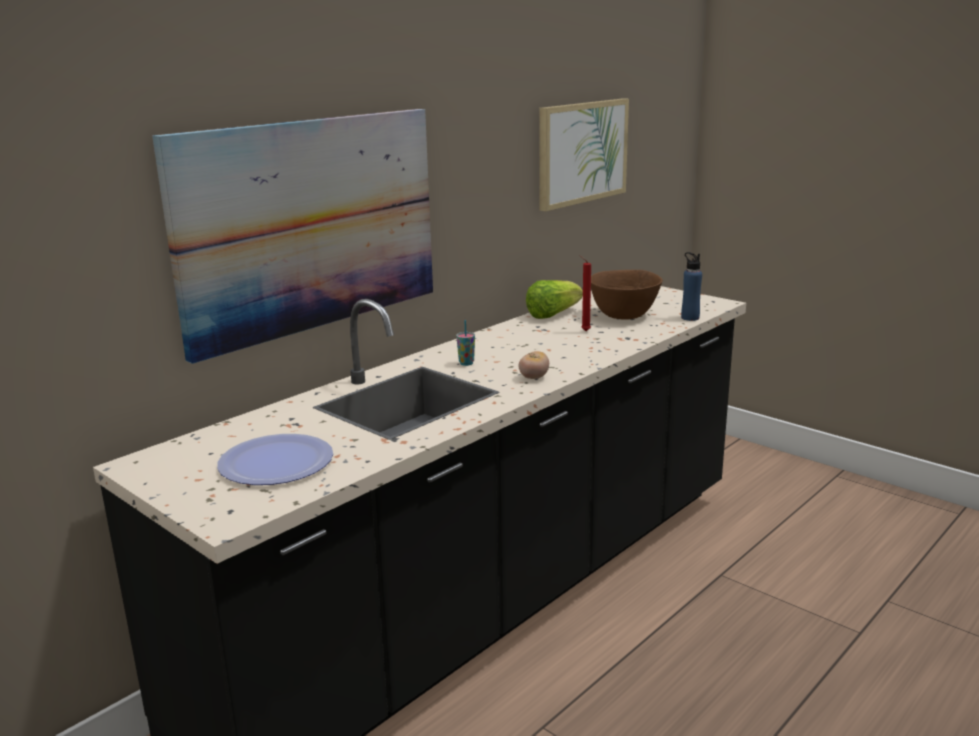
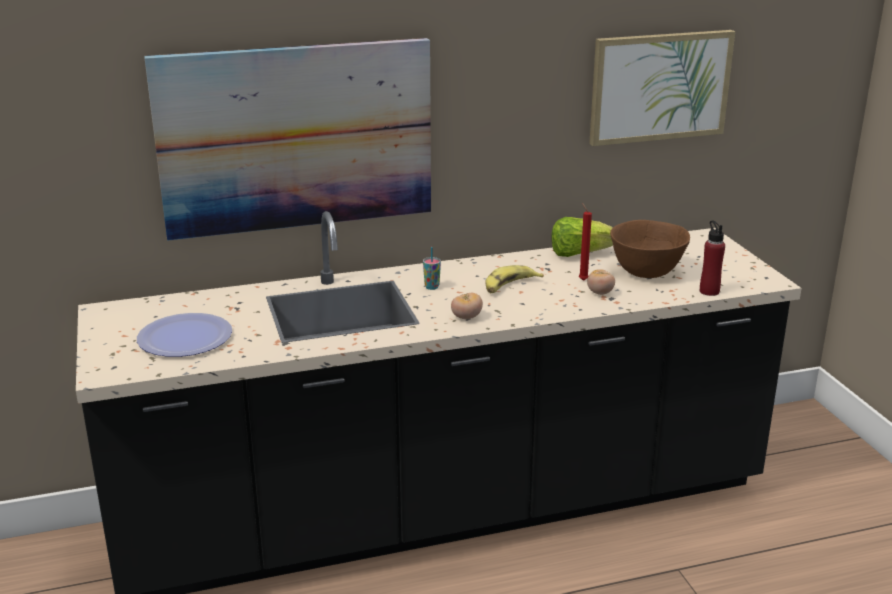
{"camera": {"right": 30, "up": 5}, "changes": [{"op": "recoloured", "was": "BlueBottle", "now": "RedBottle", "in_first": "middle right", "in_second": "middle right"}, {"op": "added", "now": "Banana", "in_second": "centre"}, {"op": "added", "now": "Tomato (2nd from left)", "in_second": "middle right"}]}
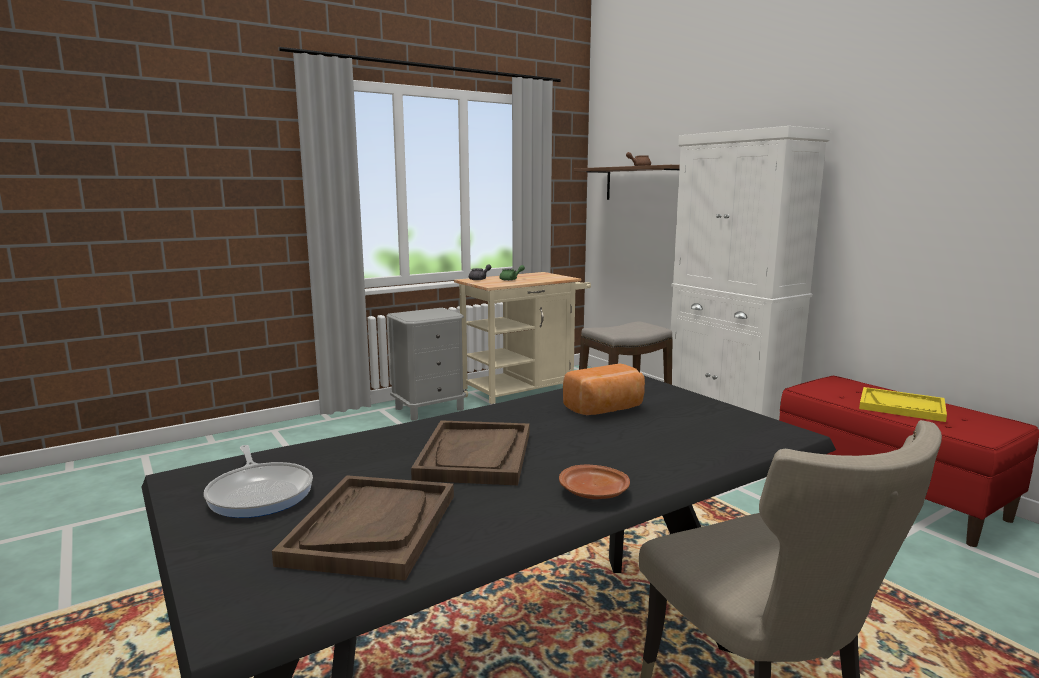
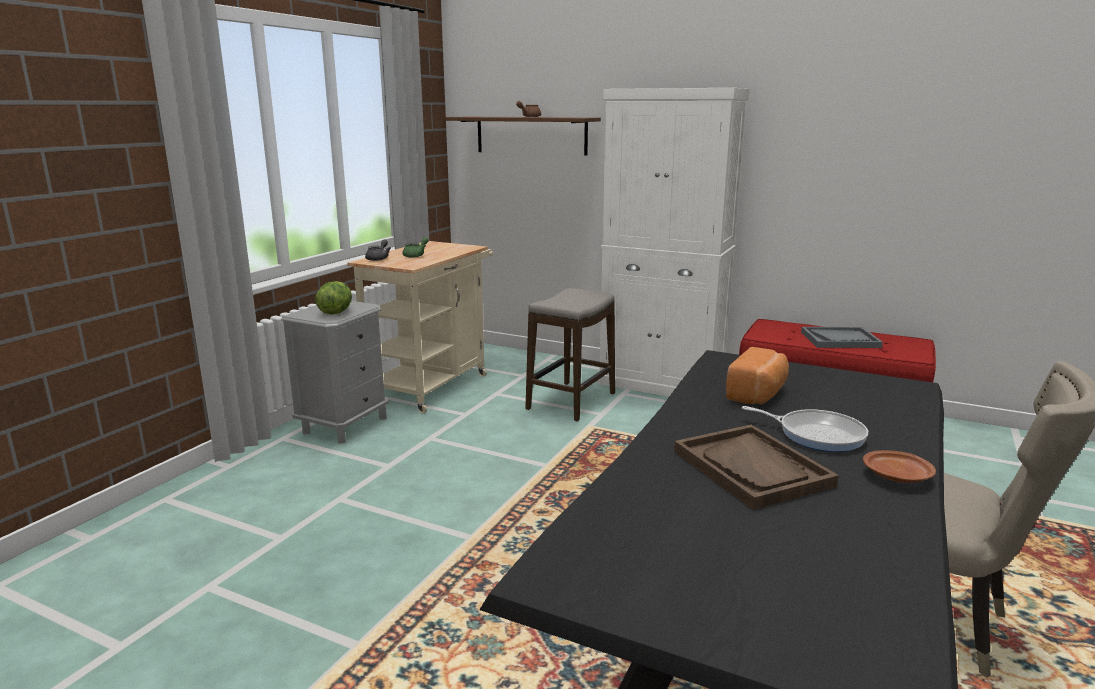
{"camera": {"right": -30, "up": 5}, "changes": [{"op": "moved", "was": "FryingPan", "in_first": "bottom left", "in_second": "middle right"}, {"op": "removed", "was": "BrownTray (1st from left)", "in_first": "bottom centre"}, {"op": "recoloured", "was": "YellowTray", "now": "GreyTray", "in_first": "middle right", "in_second": "middle right"}, {"op": "added", "now": "Lettuce", "in_second": "middle left"}]}
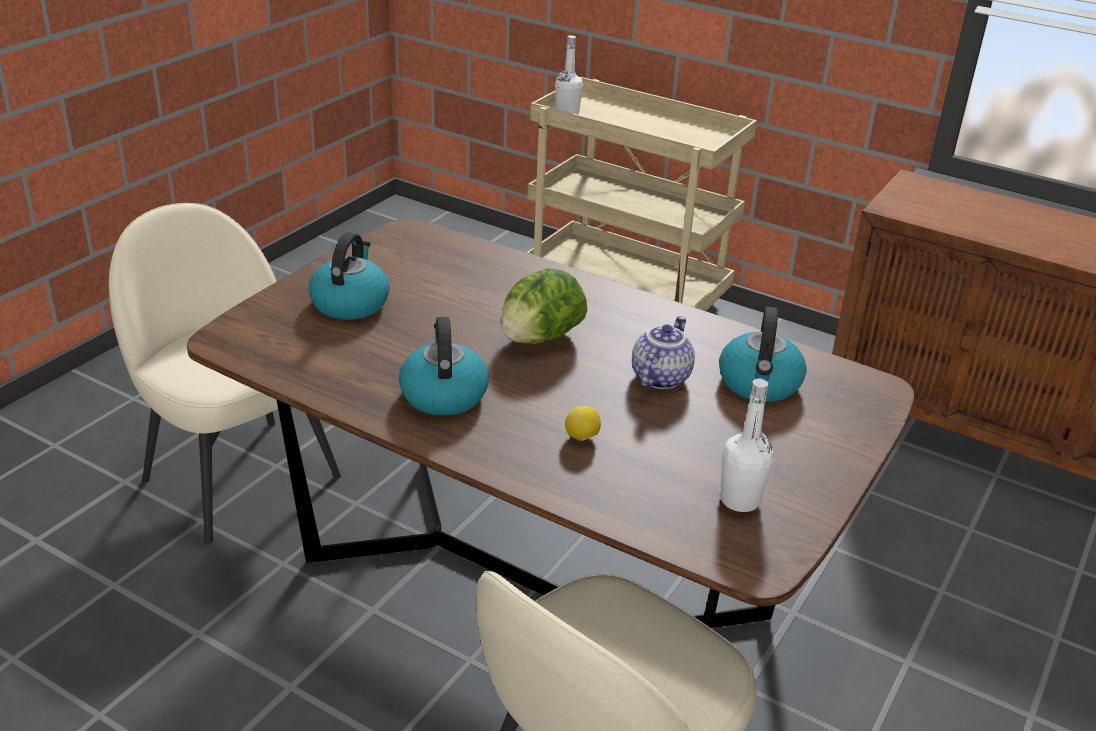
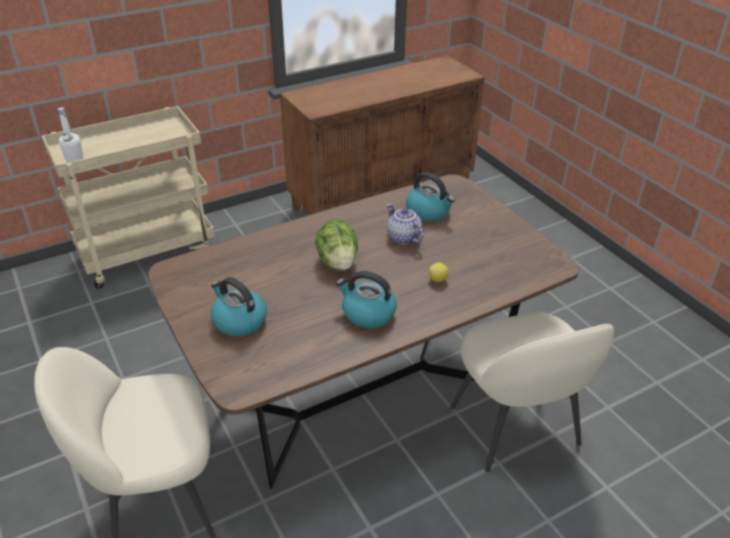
{"camera": {"right": -60, "up": 5}, "changes": [{"op": "removed", "was": "WhiteBottle (2nd from left)", "in_first": "middle right"}]}
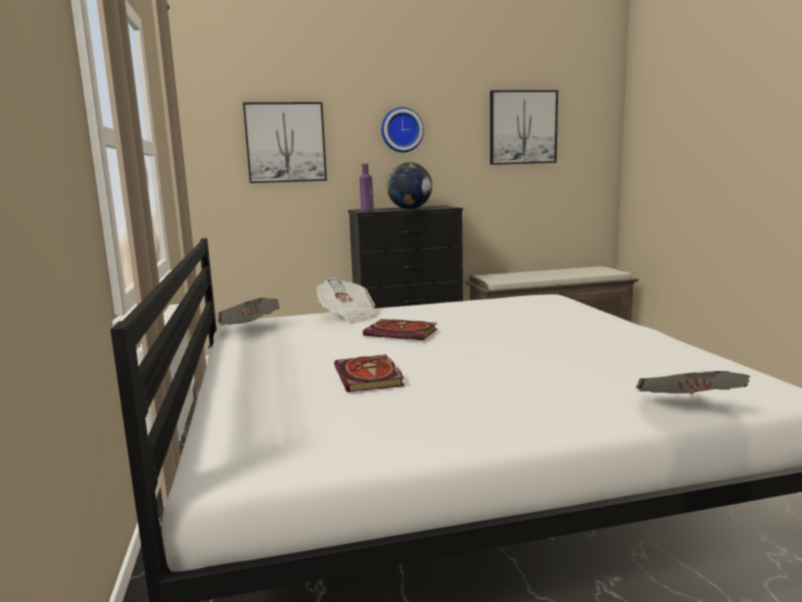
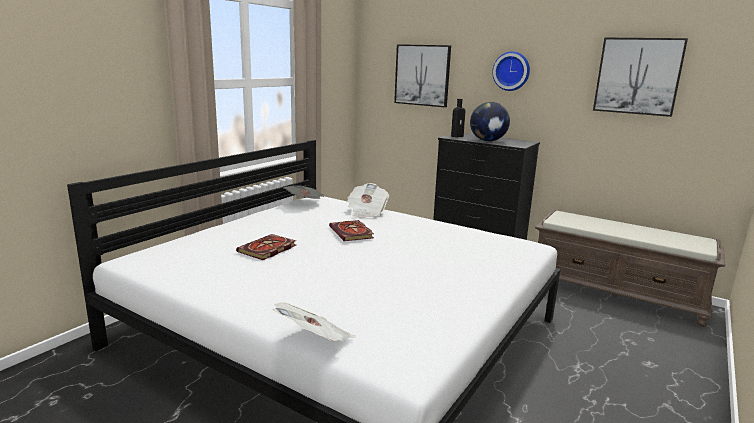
{"camera": {"right": 45, "up": 5}, "changes": [{"op": "recoloured", "was": "PurpleBottle", "now": "BlackBottle", "in_first": "top centre", "in_second": "top centre"}]}
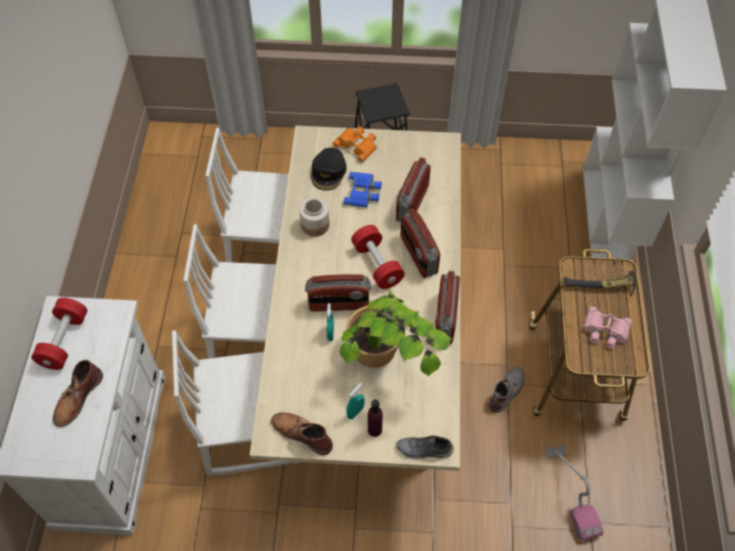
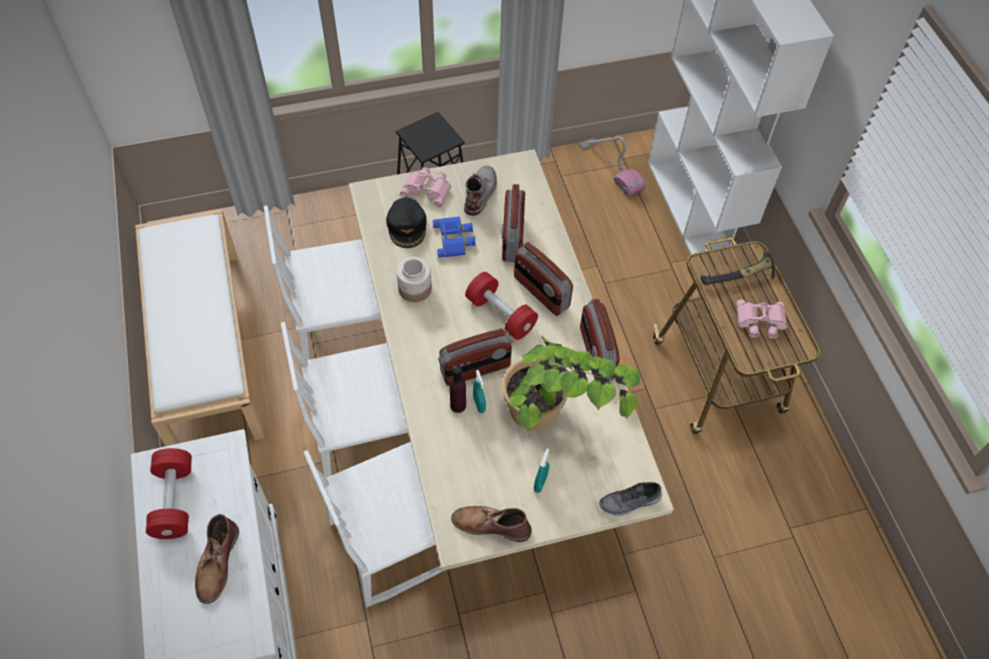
{"camera": {"right": -20, "up": 0}, "changes": [{"op": "recoloured", "was": "OrangeBinoculars", "now": "PinkBinoculars (1st from left)", "in_first": "top centre", "in_second": "top centre"}, {"op": "moved", "was": "PurpleBottle", "in_first": "bottom centre", "in_second": "centre"}, {"op": "moved", "was": "GreyBoot", "in_first": "bottom right", "in_second": "top centre"}, {"op": "moved", "was": "VacuumCleaner", "in_first": "bottom right", "in_second": "top centre"}, {"op": "added", "now": "WhiteBench", "in_second": "middle left"}]}
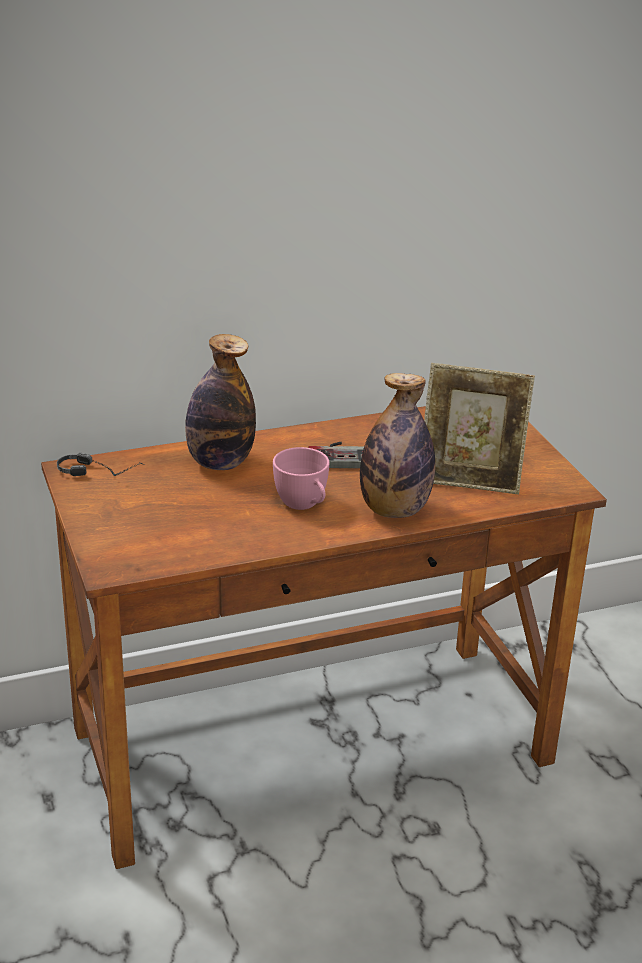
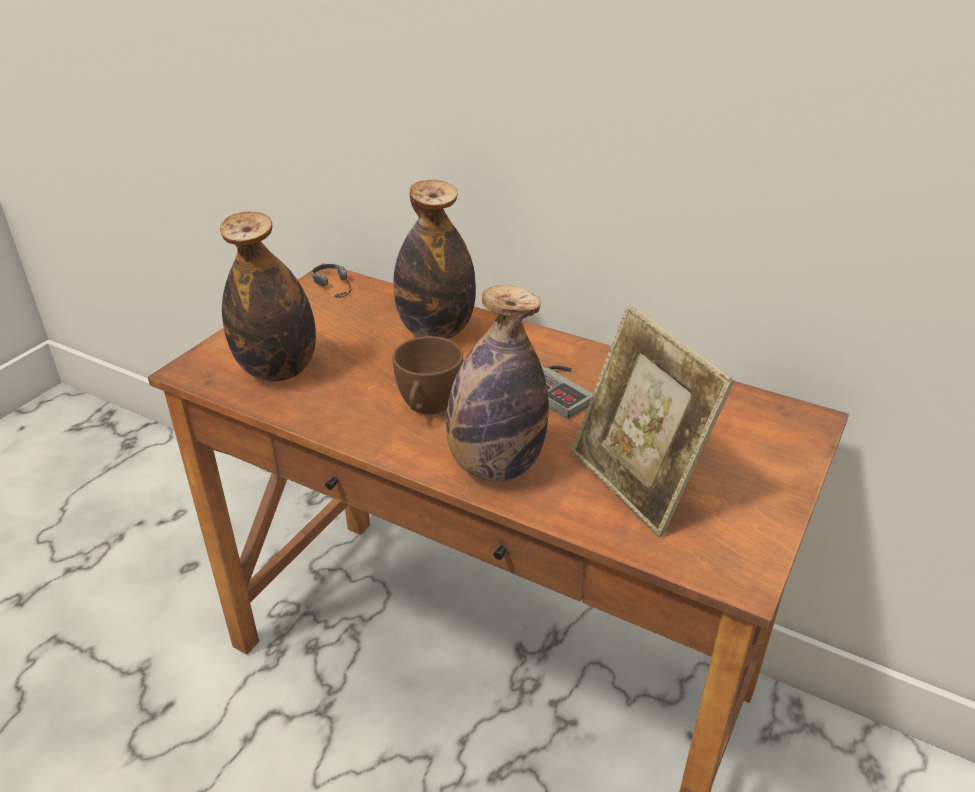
{"camera": {"right": 50, "up": 5}, "changes": [{"op": "recoloured", "was": "PinkCup", "now": "BrownCup", "in_first": "centre", "in_second": "centre"}, {"op": "added", "now": "Bottle (1st from left)", "in_second": "middle left"}]}
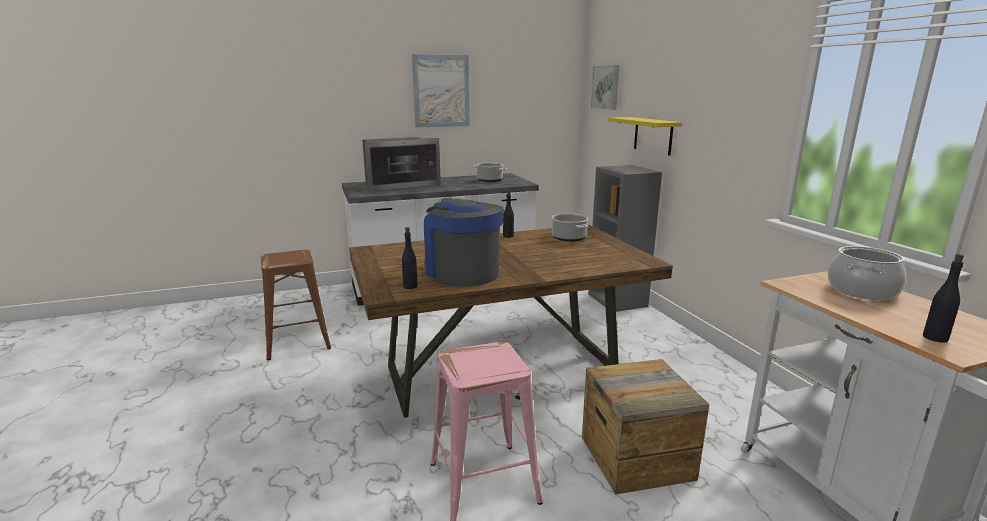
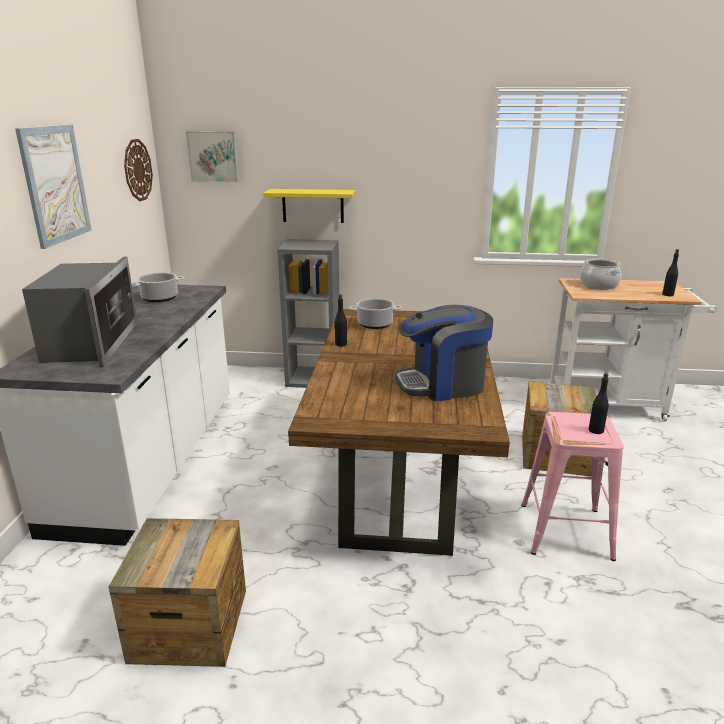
{"camera": {"right": -65, "up": 5}, "changes": [{"op": "replaced", "was": "BrownStool", "now": "Crate (1st from left)", "in_first": "middle left", "in_second": "bottom left"}, {"op": "moved", "was": "BlackBottle (1st from left in the first image)", "now": "BlackBottle (2nd from left)", "in_first": "centre", "in_second": "middle right"}, {"op": "added", "now": "WallClock", "in_second": "top left"}]}
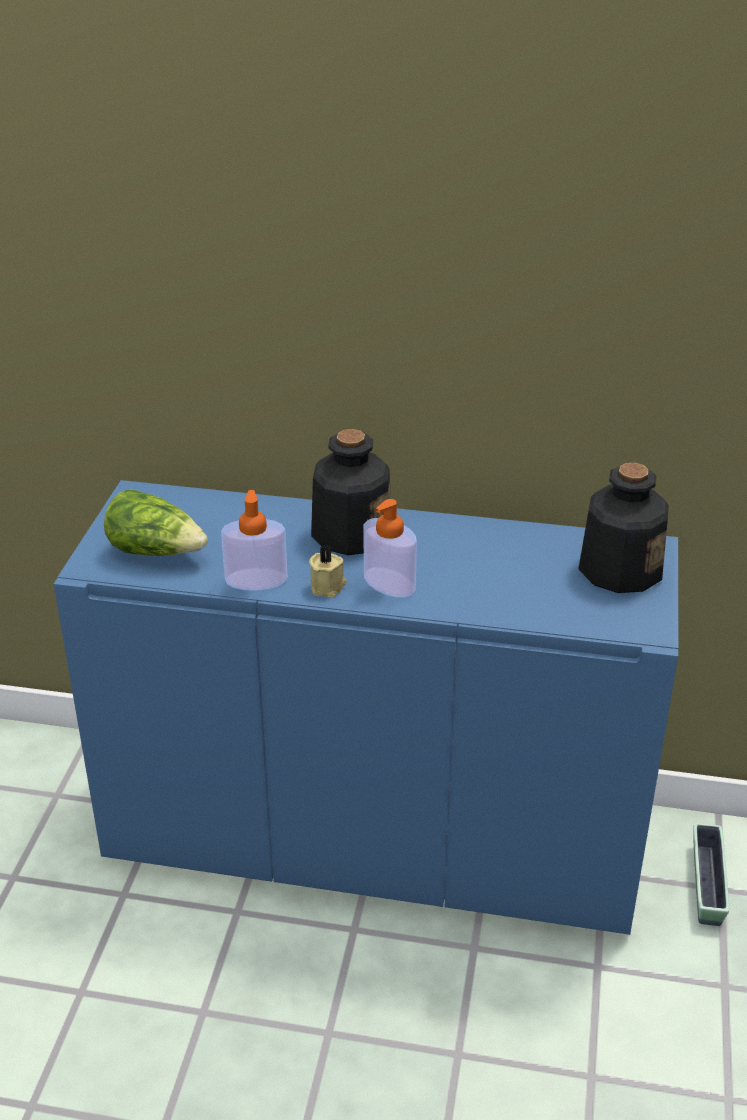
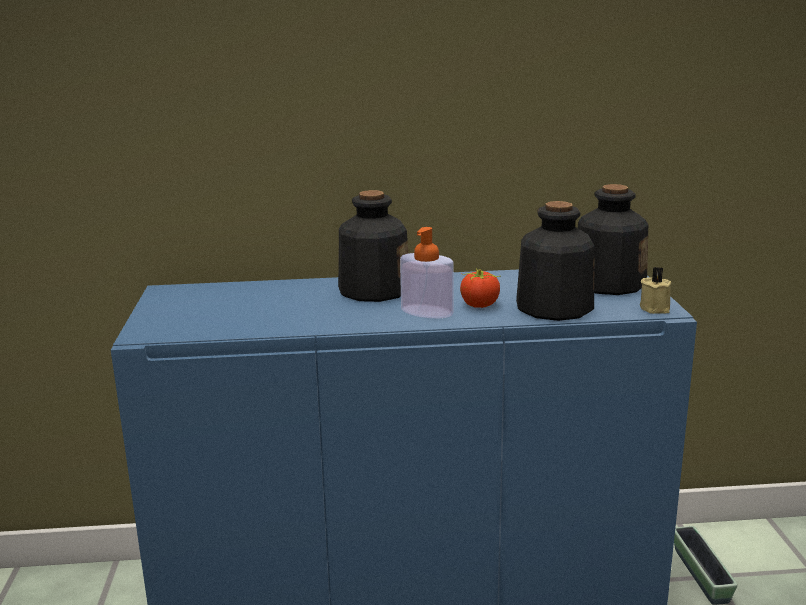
{"camera": {"right": -15, "up": -15}, "changes": [{"op": "removed", "was": "Lettuce", "in_first": "middle left"}, {"op": "removed", "was": "SoapDispenser (1st from left)", "in_first": "centre"}, {"op": "moved", "was": "BeigeCandle", "in_first": "centre", "in_second": "middle right"}, {"op": "added", "now": "Tomato", "in_second": "centre"}, {"op": "added", "now": "Bottle (2nd from left)", "in_second": "middle right"}]}
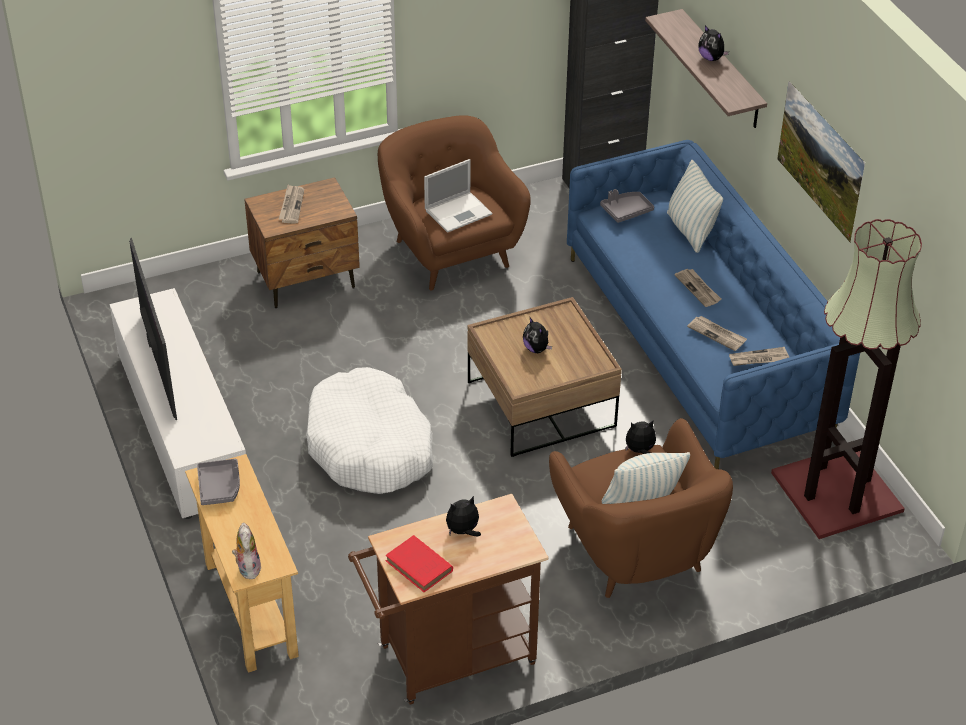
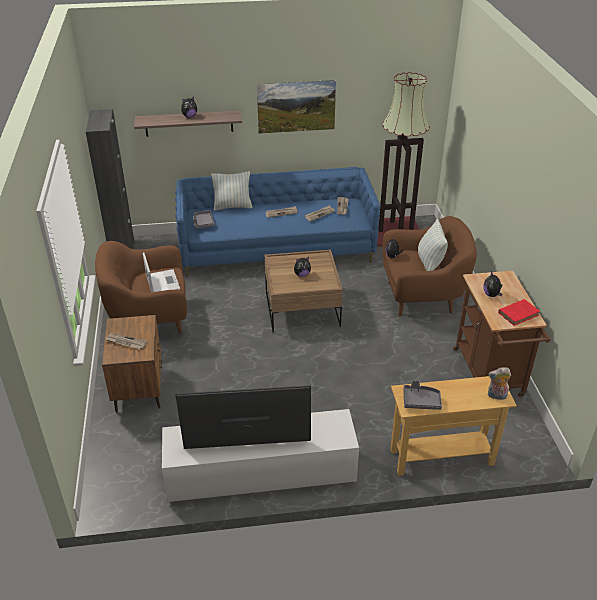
{"camera": {"right": -75, "up": -5}, "changes": [{"op": "removed", "was": "WhiteDogBed", "in_first": "centre"}]}
